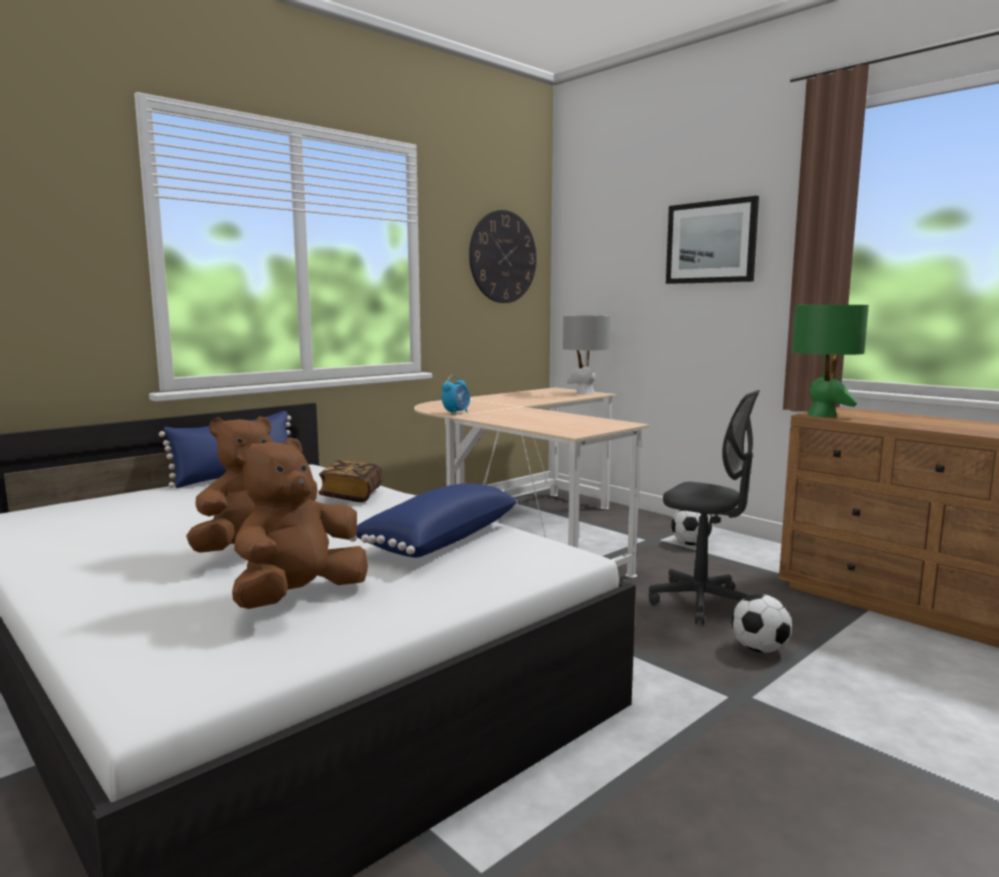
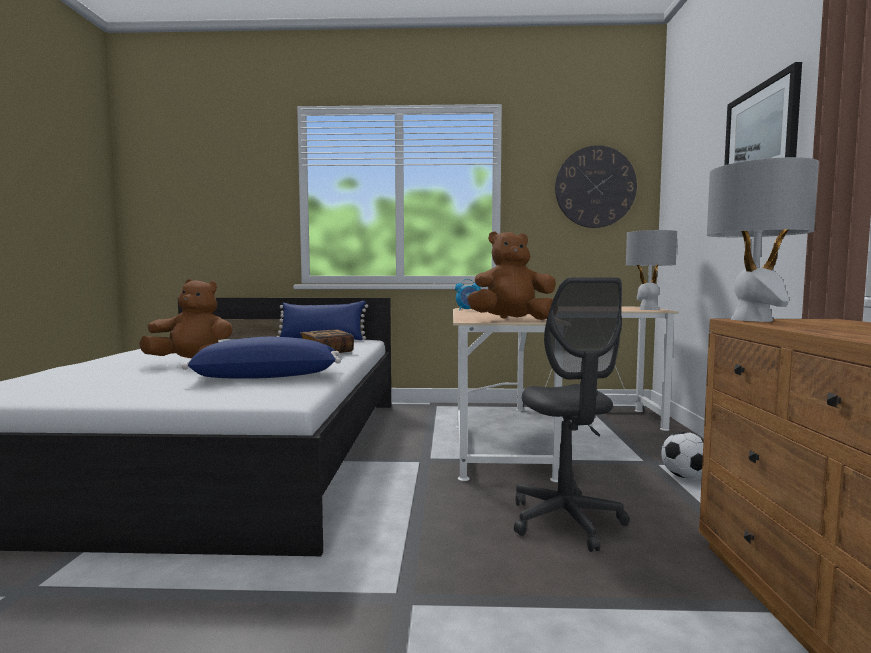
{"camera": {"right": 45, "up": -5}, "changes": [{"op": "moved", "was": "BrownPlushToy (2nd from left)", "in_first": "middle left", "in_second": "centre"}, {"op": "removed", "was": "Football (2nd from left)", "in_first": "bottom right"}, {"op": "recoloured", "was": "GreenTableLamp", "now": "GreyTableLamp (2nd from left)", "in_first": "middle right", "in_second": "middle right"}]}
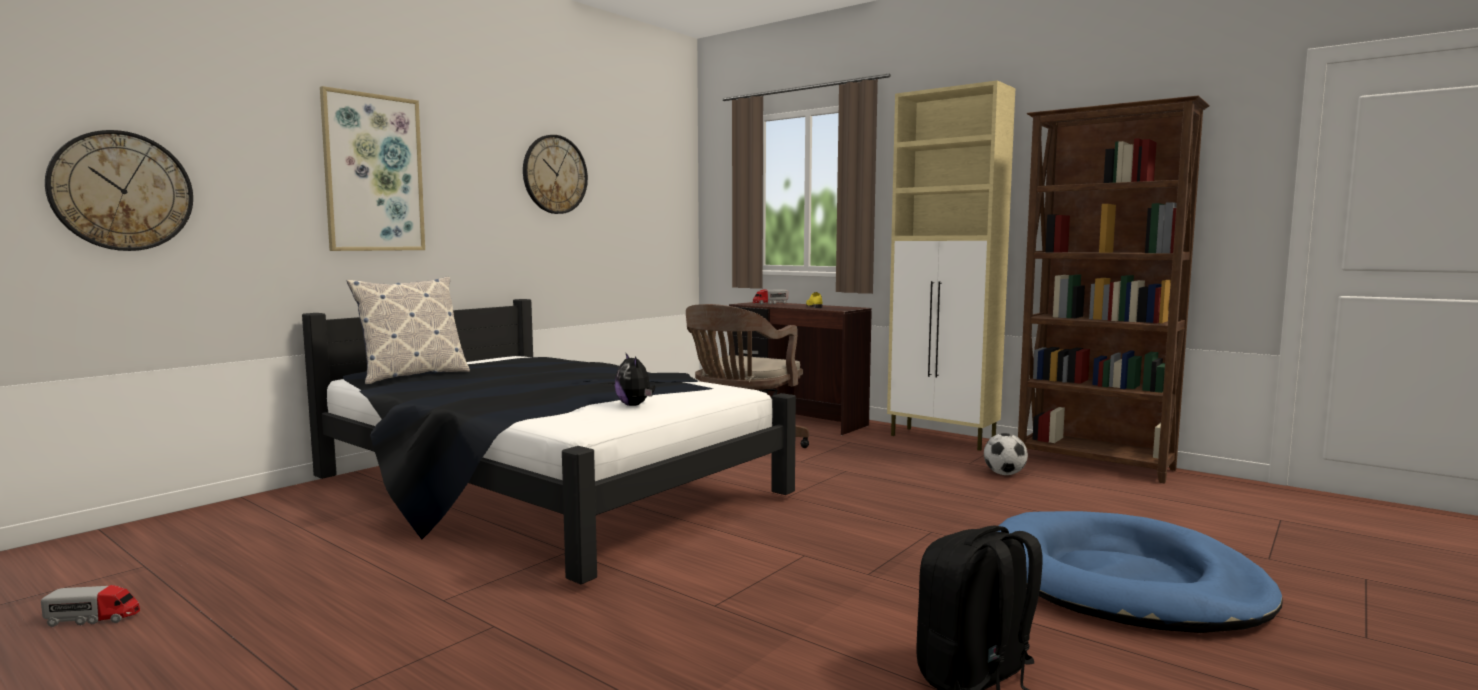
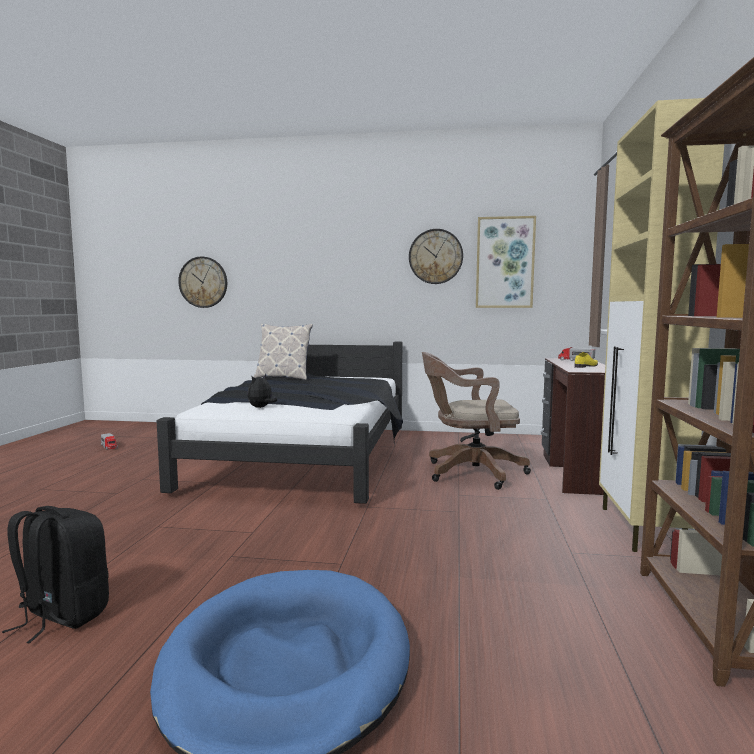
{"camera": {"right": 60, "up": 0}, "changes": [{"op": "moved", "was": "Picture", "in_first": "top left", "in_second": "middle right"}, {"op": "removed", "was": "Football", "in_first": "middle right"}]}
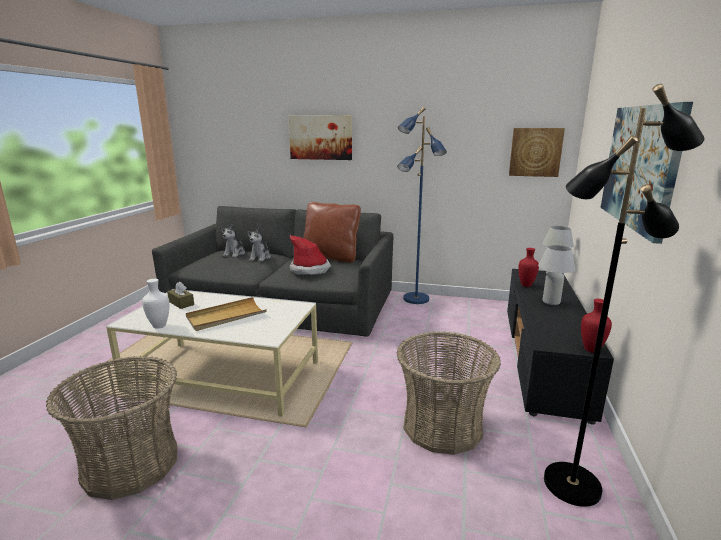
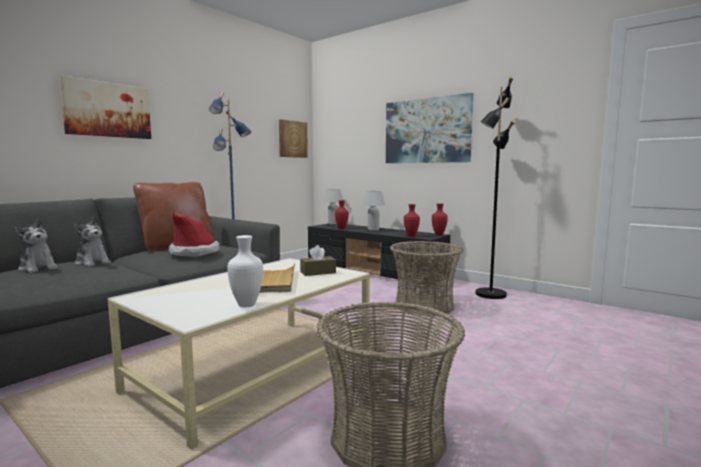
{"camera": {"right": -65, "up": -10}, "changes": [{"op": "moved", "was": "BrownTissueBox", "in_first": "middle left", "in_second": "centre"}, {"op": "added", "now": "RedVase (2nd from left)", "in_second": "centre"}]}
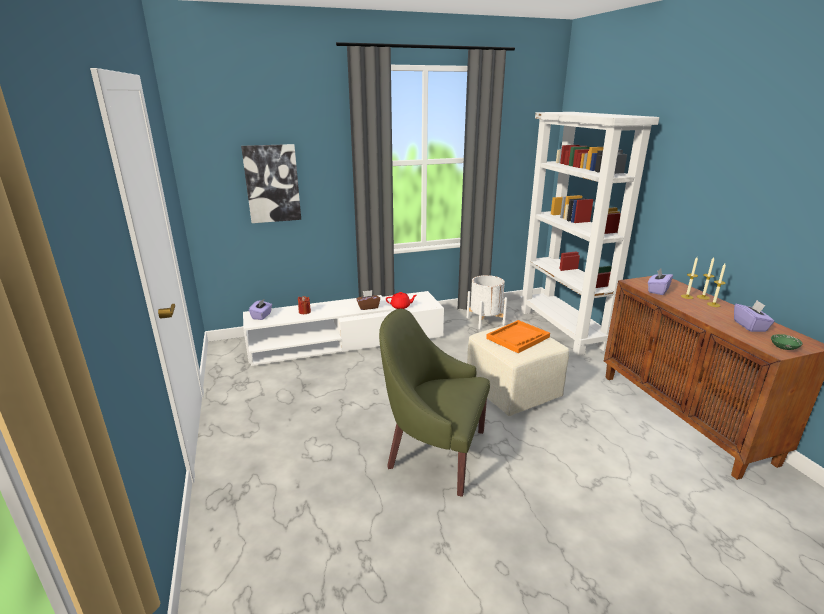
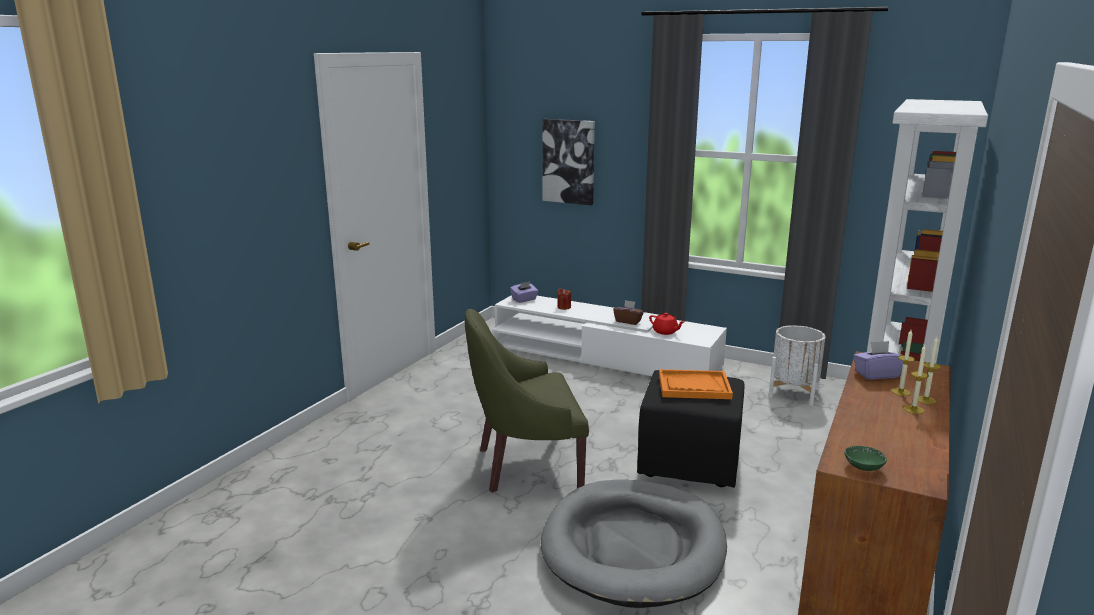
{"camera": {"right": 45, "up": -5}, "changes": [{"op": "turned", "was": "GreenArmchair", "in_first": "centre", "in_second": "centre", "clockwise": -75}, {"op": "recoloured", "was": "BeigeOttoman", "now": "BlackOttoman", "in_first": "centre", "in_second": "bottom centre"}, {"op": "removed", "was": "PurpleTissueBox (3rd from left)", "in_first": "middle right"}, {"op": "added", "now": "GreyDogBed", "in_second": "bottom centre"}]}
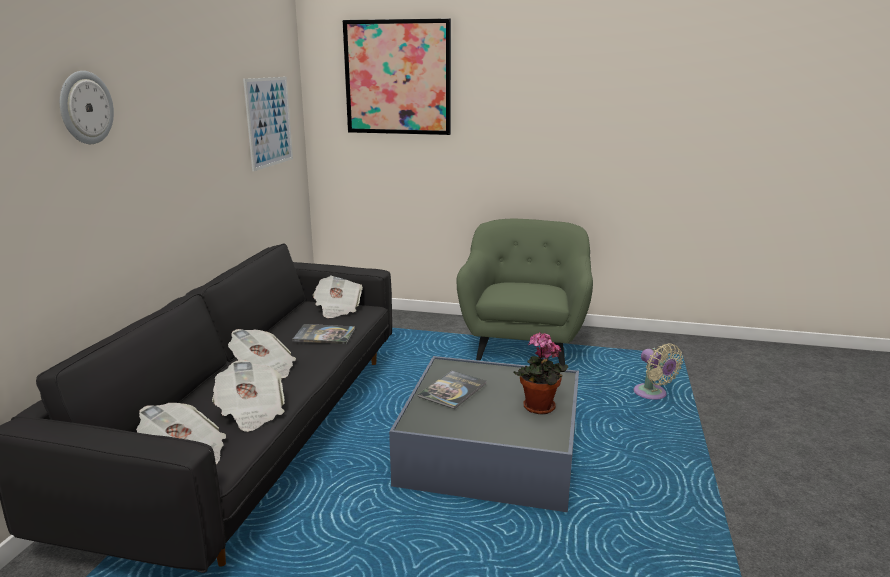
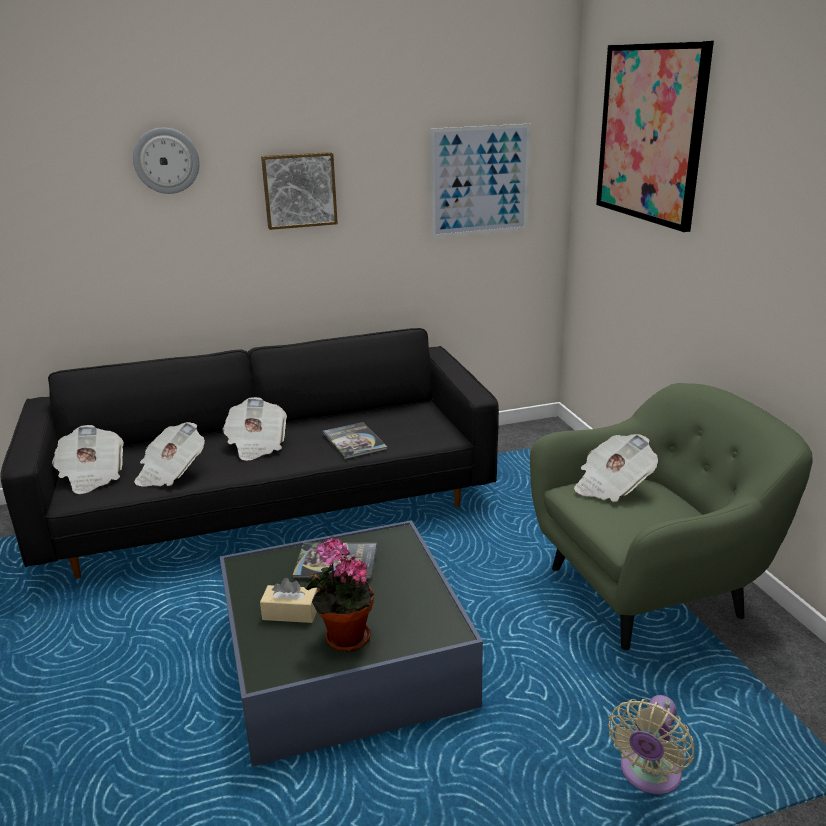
{"camera": {"right": 60, "up": 5}, "changes": [{"op": "moved", "was": "Newspaper (4th from left)", "in_first": "centre", "in_second": "middle right"}, {"op": "added", "now": "BeigeTissueBox", "in_second": "bottom centre"}, {"op": "added", "now": "Picture (1st from left)", "in_second": "top centre"}]}
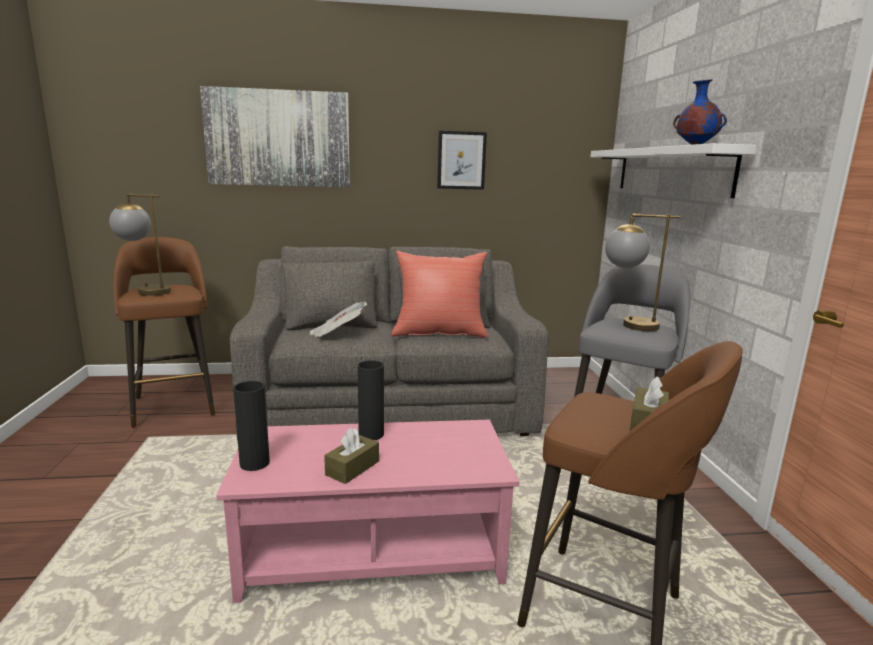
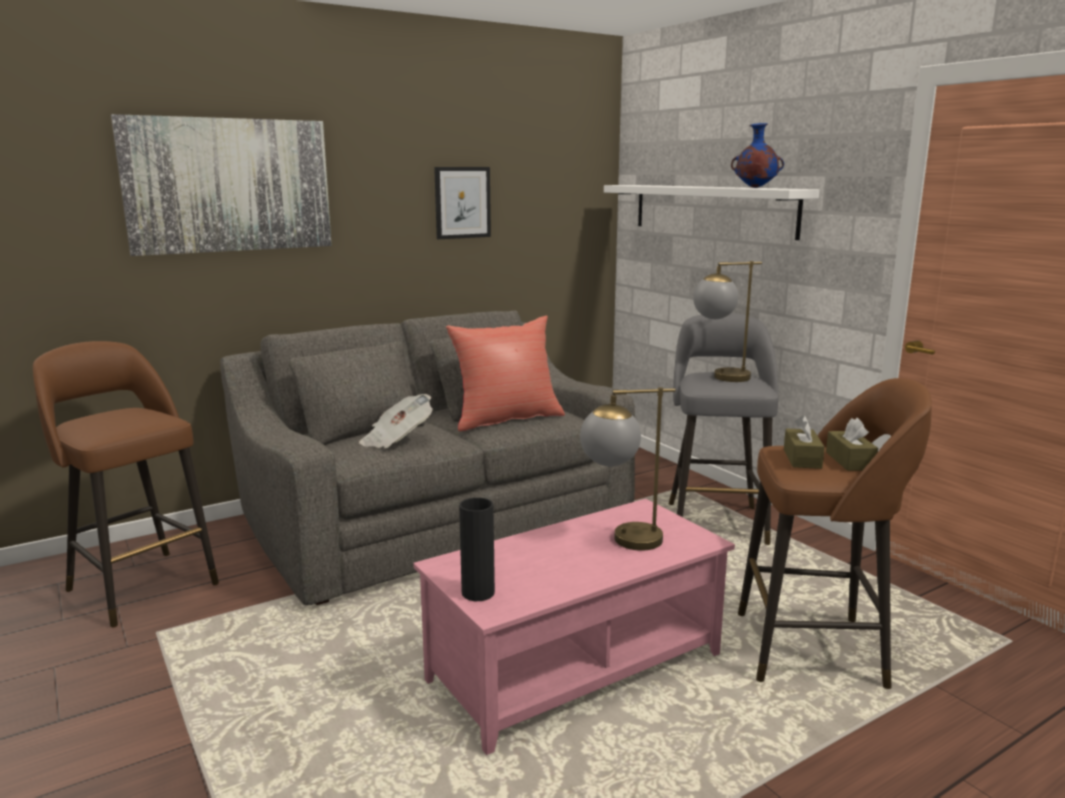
{"camera": {"right": -25, "up": 0}, "changes": [{"op": "moved", "was": "TableLamp (1st from left)", "in_first": "middle left", "in_second": "centre"}, {"op": "moved", "was": "BrownTissueBox (1st from left)", "in_first": "bottom centre", "in_second": "middle right"}, {"op": "removed", "was": "BlackVase (2nd from left)", "in_first": "centre"}]}
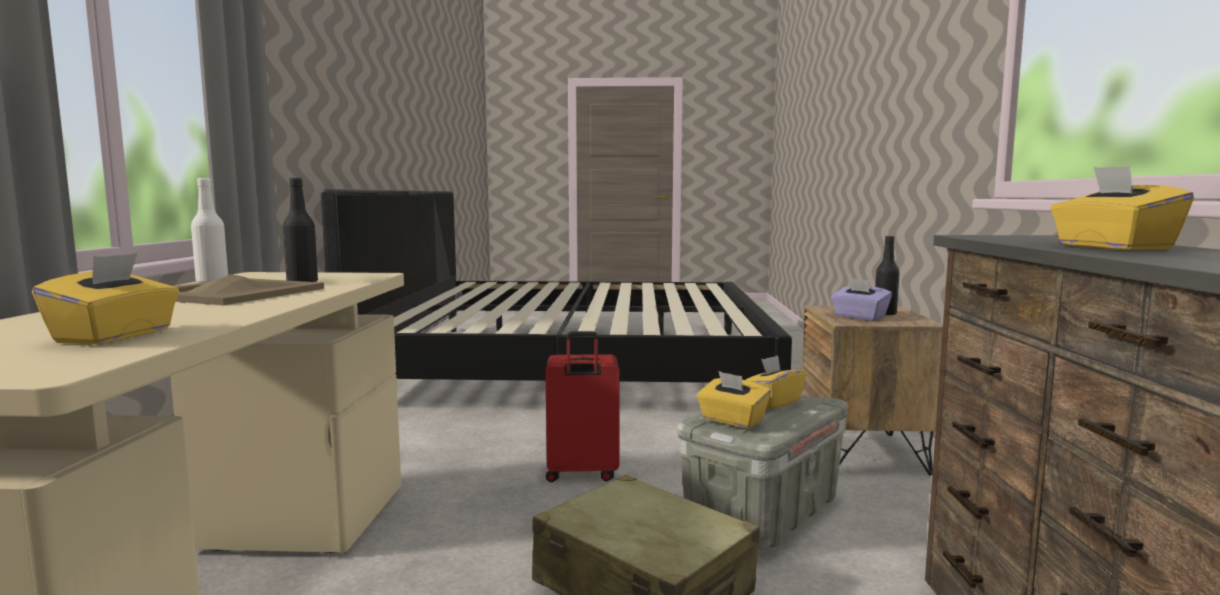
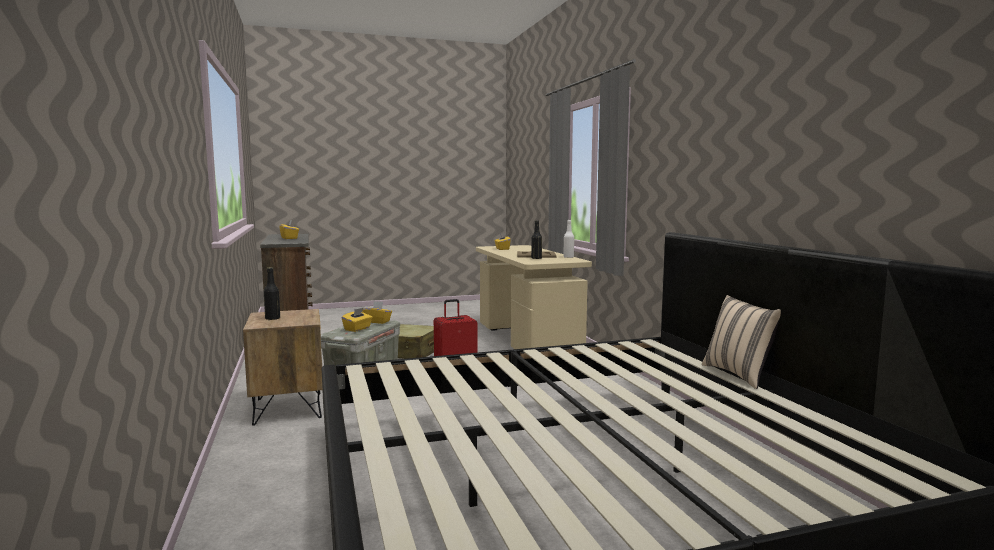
{"camera": {"right": 160, "up": 0}, "changes": [{"op": "removed", "was": "PurpleTissueBox", "in_first": "middle right"}, {"op": "added", "now": "BeigePillow", "in_second": "middle right"}]}
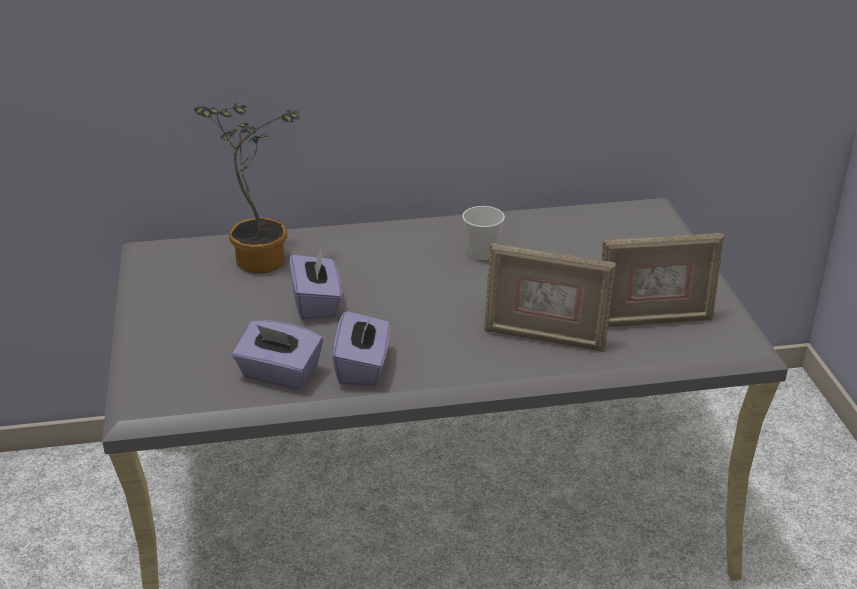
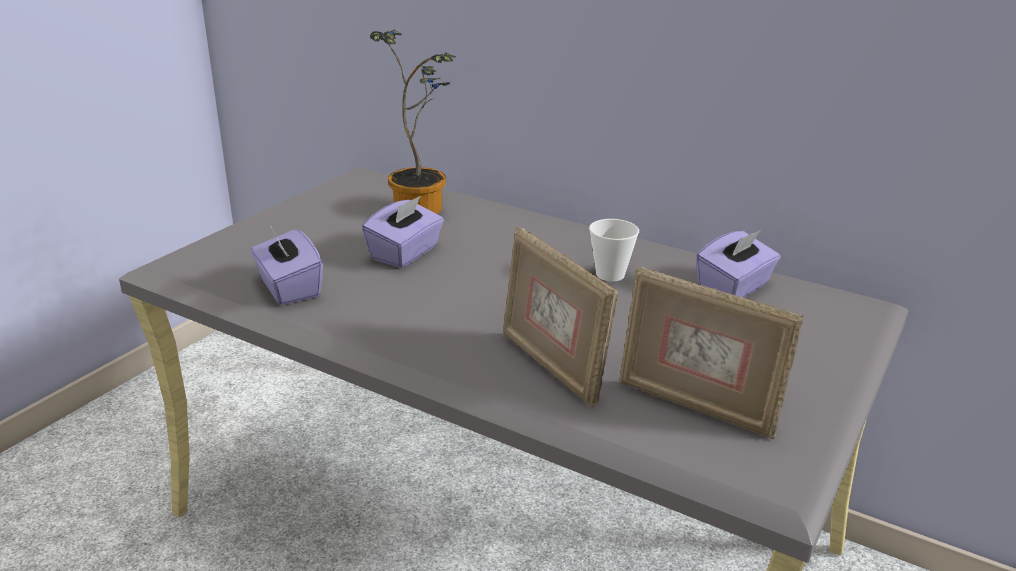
{"camera": {"right": 40, "up": -5}, "changes": [{"op": "moved", "was": "PurpleTissueBox (3rd from left)", "in_first": "centre", "in_second": "middle right"}]}
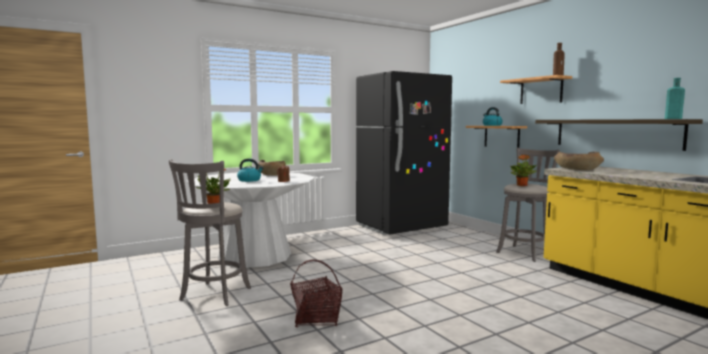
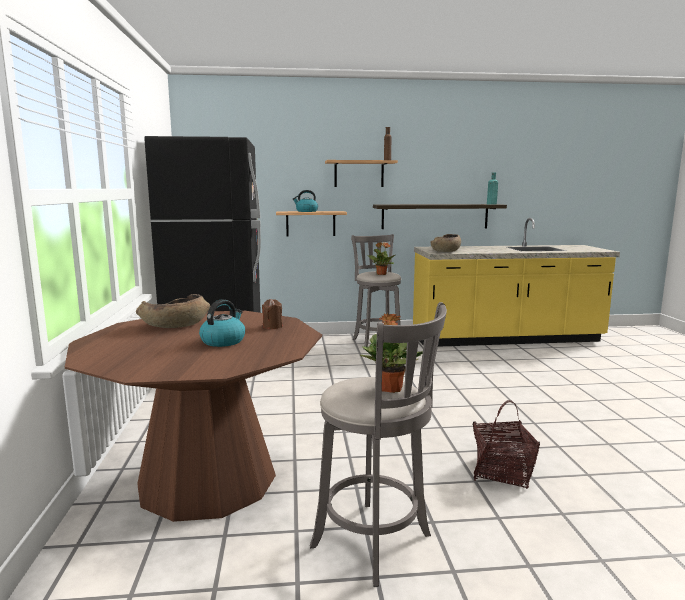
{"camera": {"right": -65, "up": 5}, "changes": [{"op": "recoloured", "was": "WhiteDiningTable", "now": "BrownDiningTable", "in_first": "centre", "in_second": "bottom left"}]}
